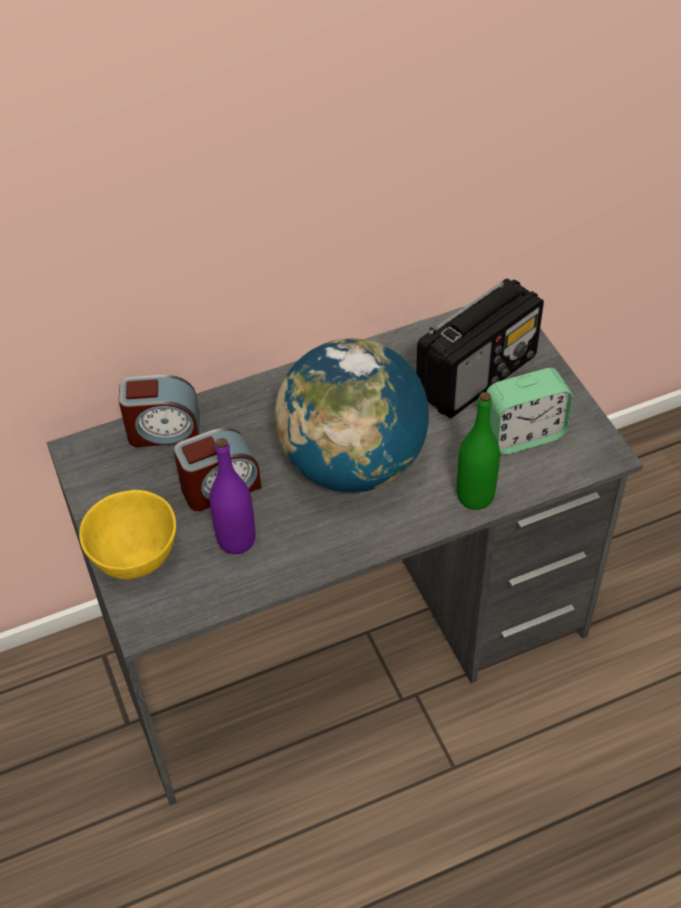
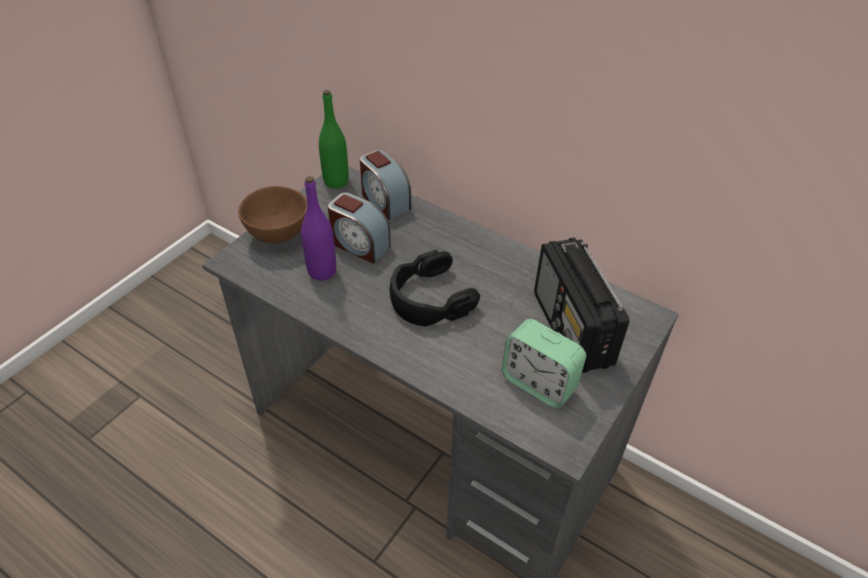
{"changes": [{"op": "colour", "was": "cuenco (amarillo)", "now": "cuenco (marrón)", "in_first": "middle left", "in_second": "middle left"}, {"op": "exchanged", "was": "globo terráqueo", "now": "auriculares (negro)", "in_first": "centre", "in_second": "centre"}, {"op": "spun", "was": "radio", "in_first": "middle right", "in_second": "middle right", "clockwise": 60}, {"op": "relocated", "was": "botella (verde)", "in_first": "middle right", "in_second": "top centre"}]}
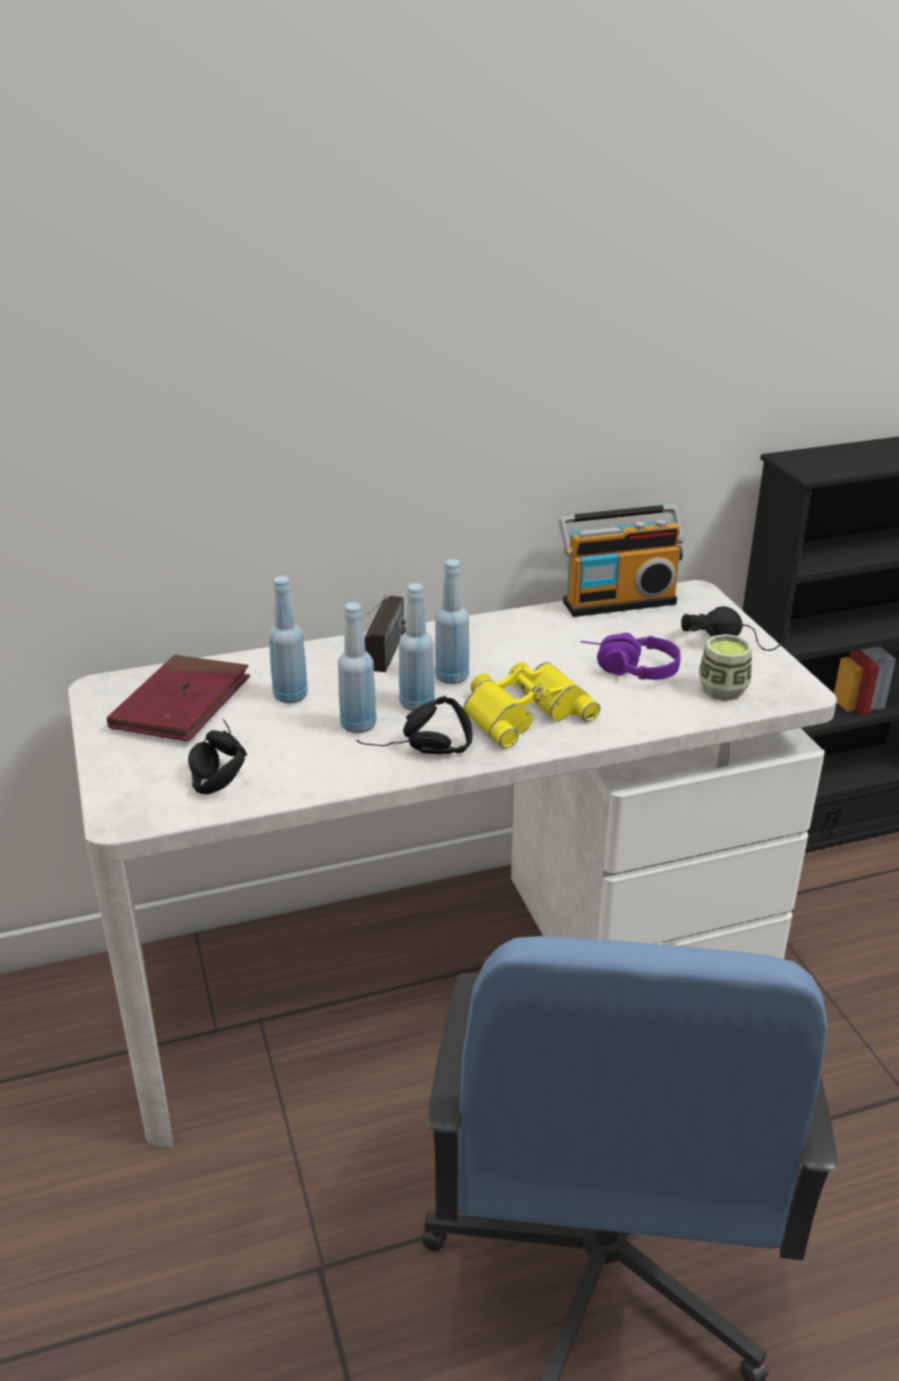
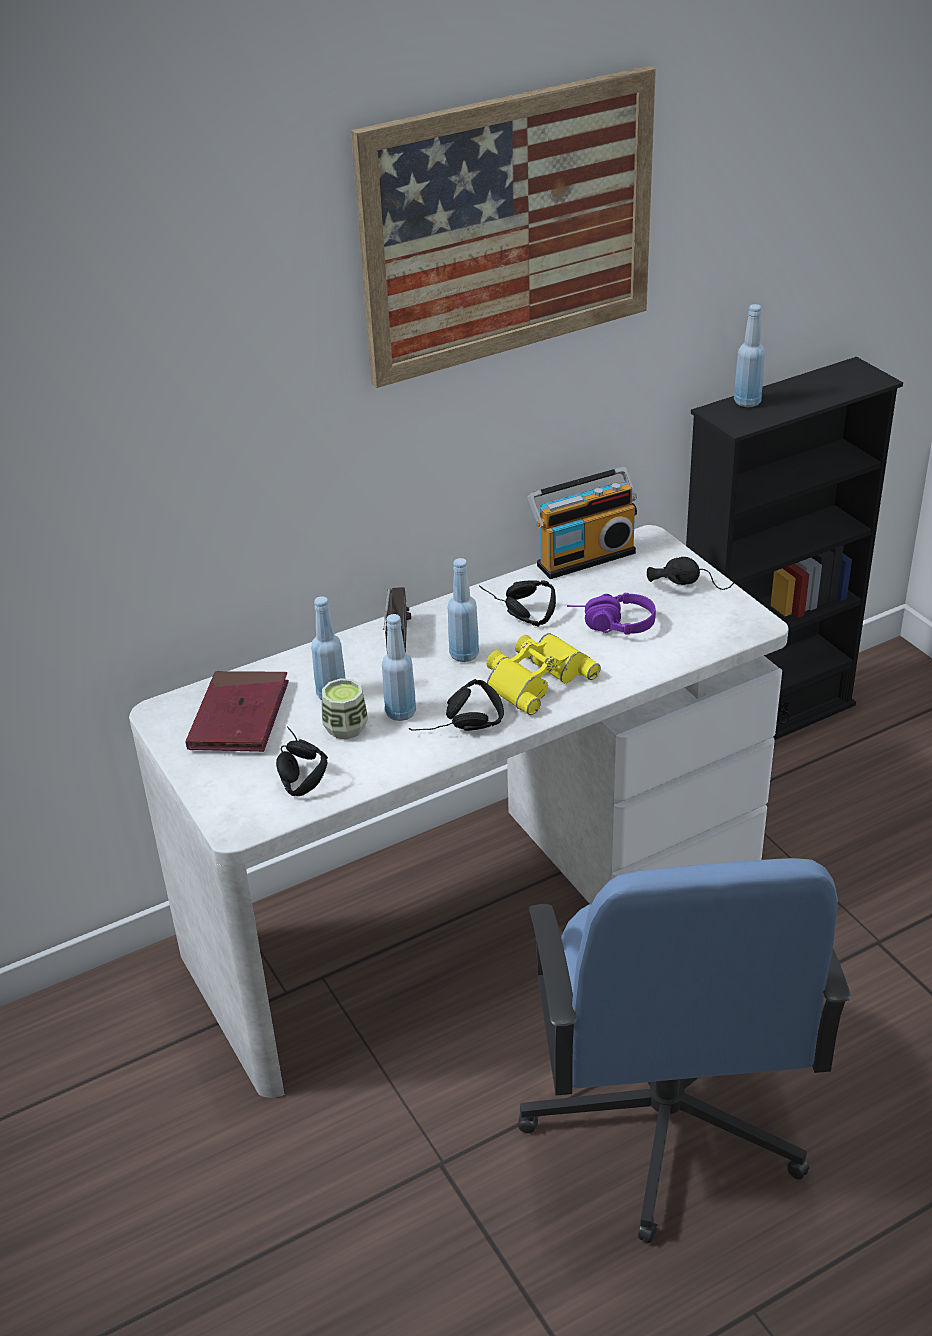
{"changes": [{"op": "relocated", "was": "botella (azul) (no. 3 from left in the first image)", "now": "botella (azul) (no. 4 from left)", "in_first": "centre", "in_second": "top right"}, {"op": "relocated", "was": "taza", "in_first": "middle right", "in_second": "centre"}, {"op": "appeared", "now": "cuadro", "in_second": "top centre"}, {"op": "appeared", "now": "auriculares (negro) (no. 3 from left)", "in_second": "centre"}]}
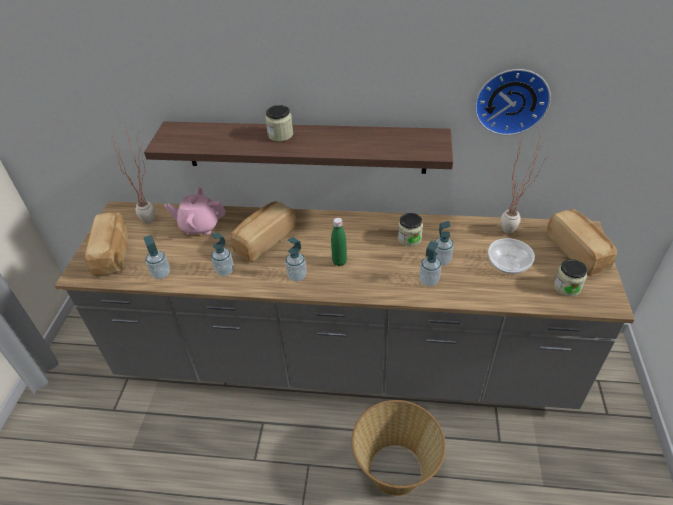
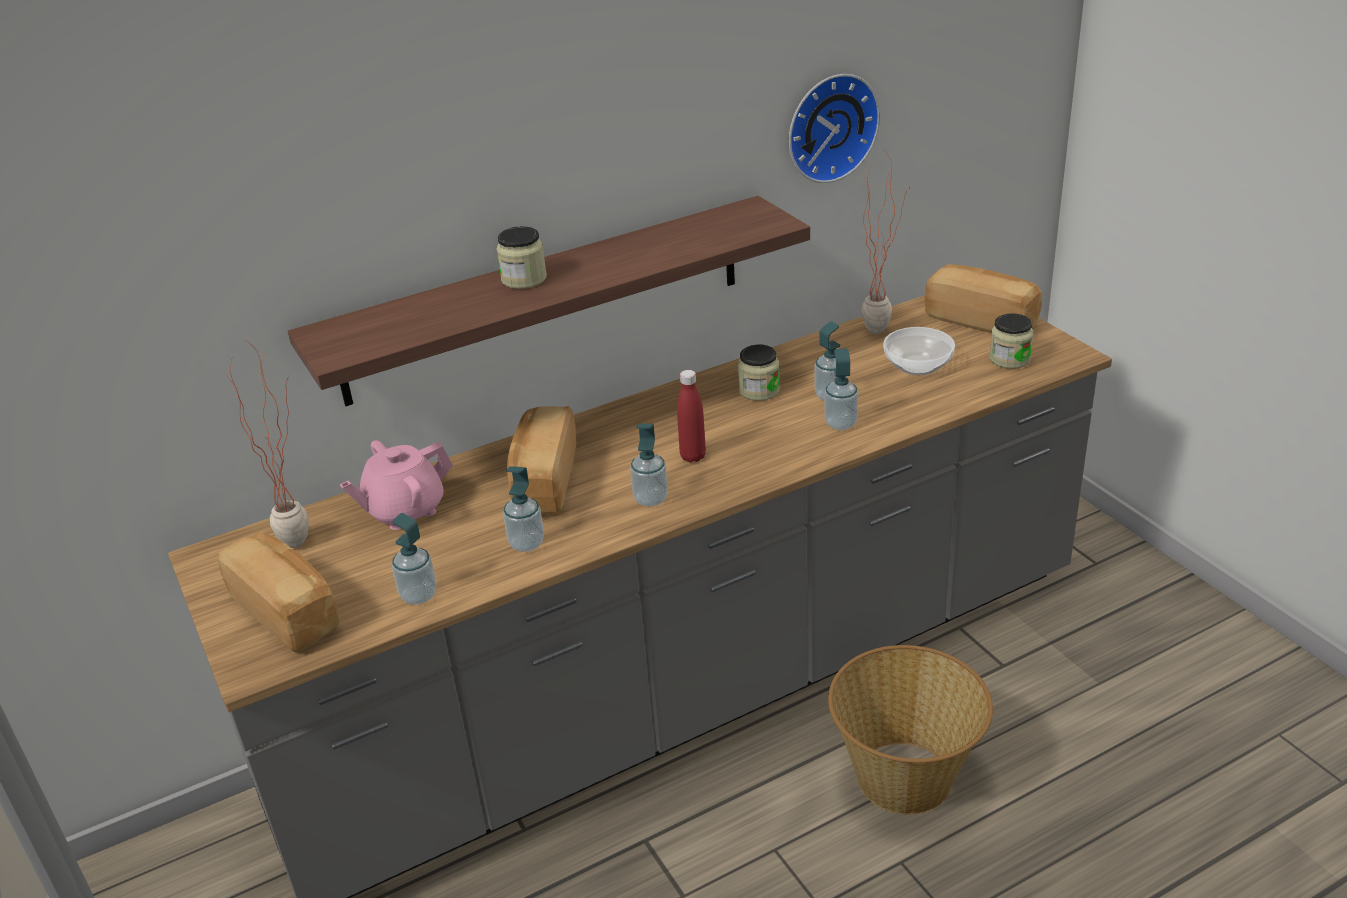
{"changes": [{"op": "colour", "was": "botella (verde)", "now": "botella (rojo)", "in_first": "centre", "in_second": "centre"}]}
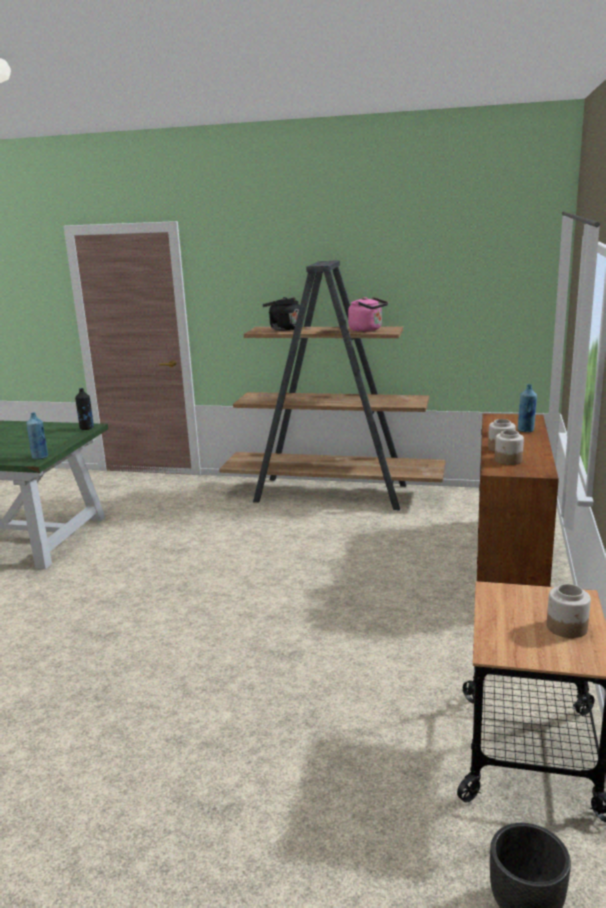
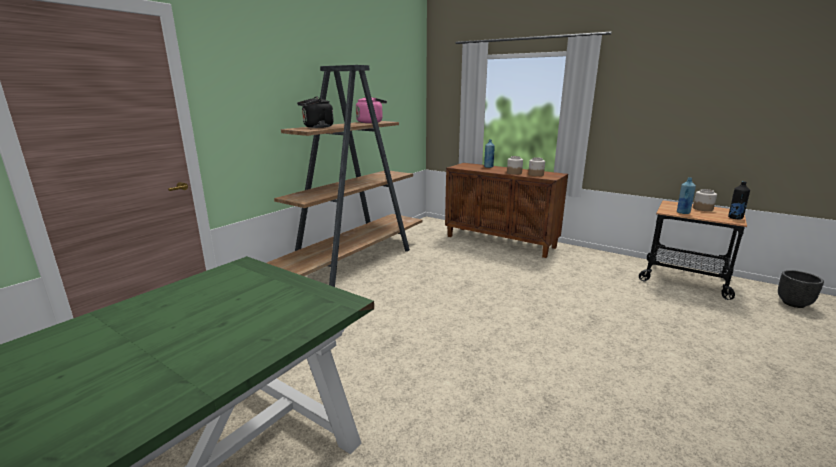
{"changes": [{"op": "relocated", "was": "botella (azul) (no. 1 from left in the first image)", "now": "botella (azul) (no. 2 from left)", "in_first": "middle left", "in_second": "middle right"}, {"op": "relocated", "was": "botella (negro)", "in_first": "middle left", "in_second": "middle right"}]}
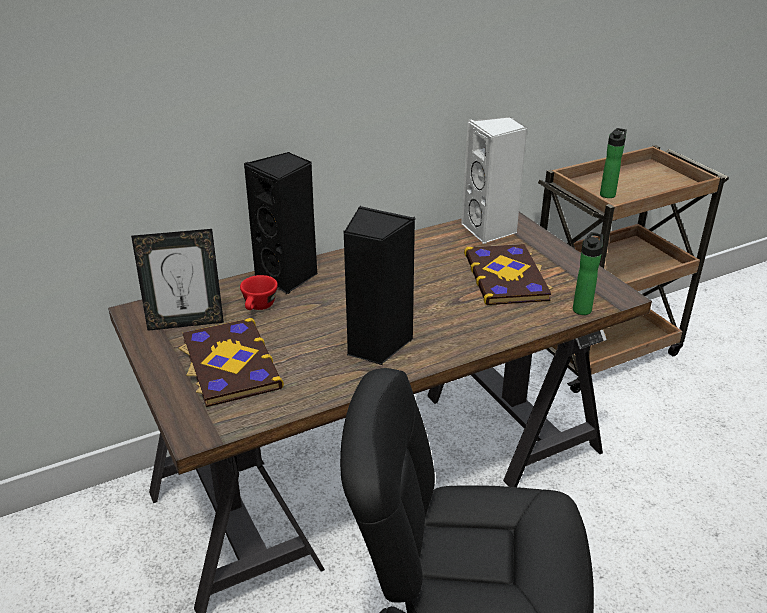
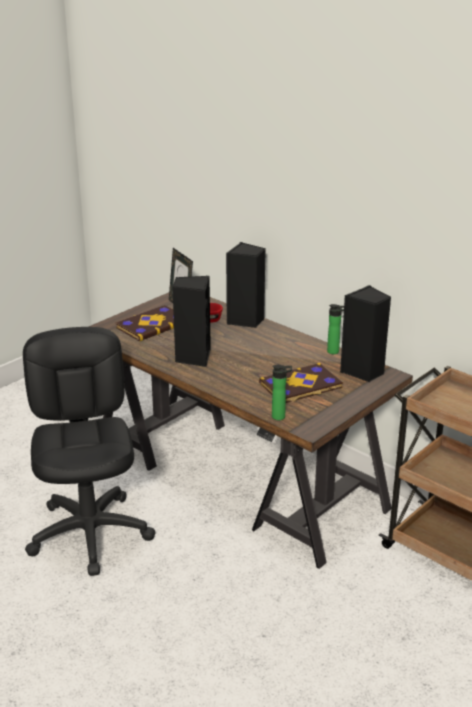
{"changes": [{"op": "colour", "was": "altavoz (blanco)", "now": "altavoz (negro) (no. 3 from left)", "in_first": "top centre", "in_second": "middle right"}, {"op": "relocated", "was": "botella (no. 2 from left)", "in_first": "top right", "in_second": "middle right"}]}
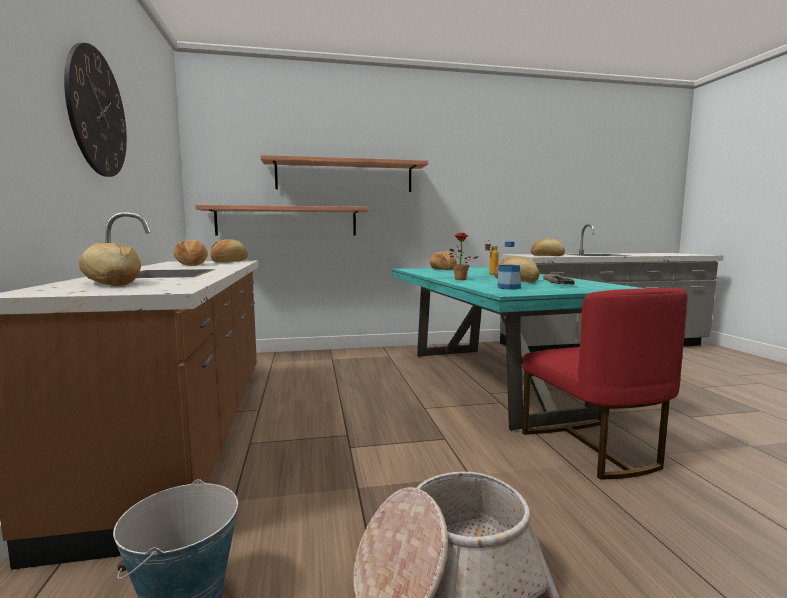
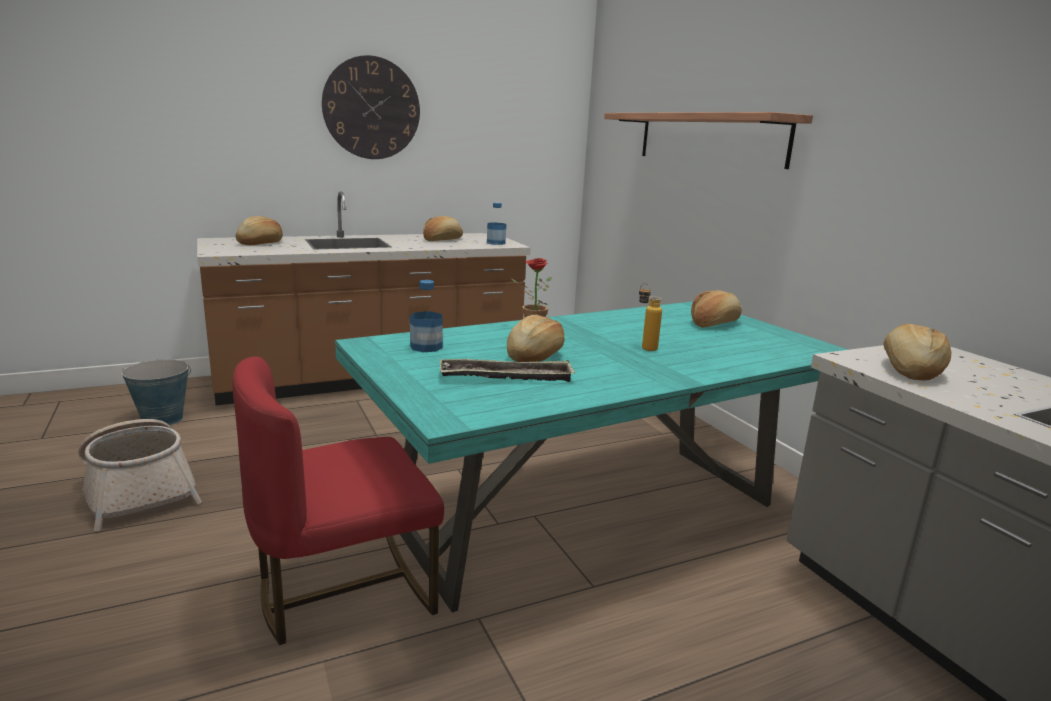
{"changes": [{"op": "missing", "was": "estante (no. 1 from left)", "in_first": "centre"}, {"op": "exchanged", "was": "pan (no. 3 from left)", "now": "botella (no. 2 from left)", "in_first": "middle left", "in_second": "top centre"}]}
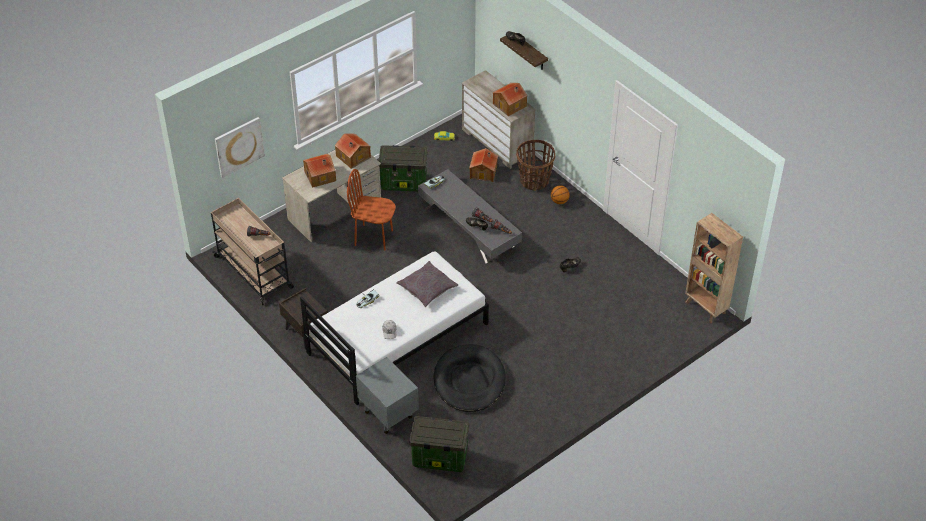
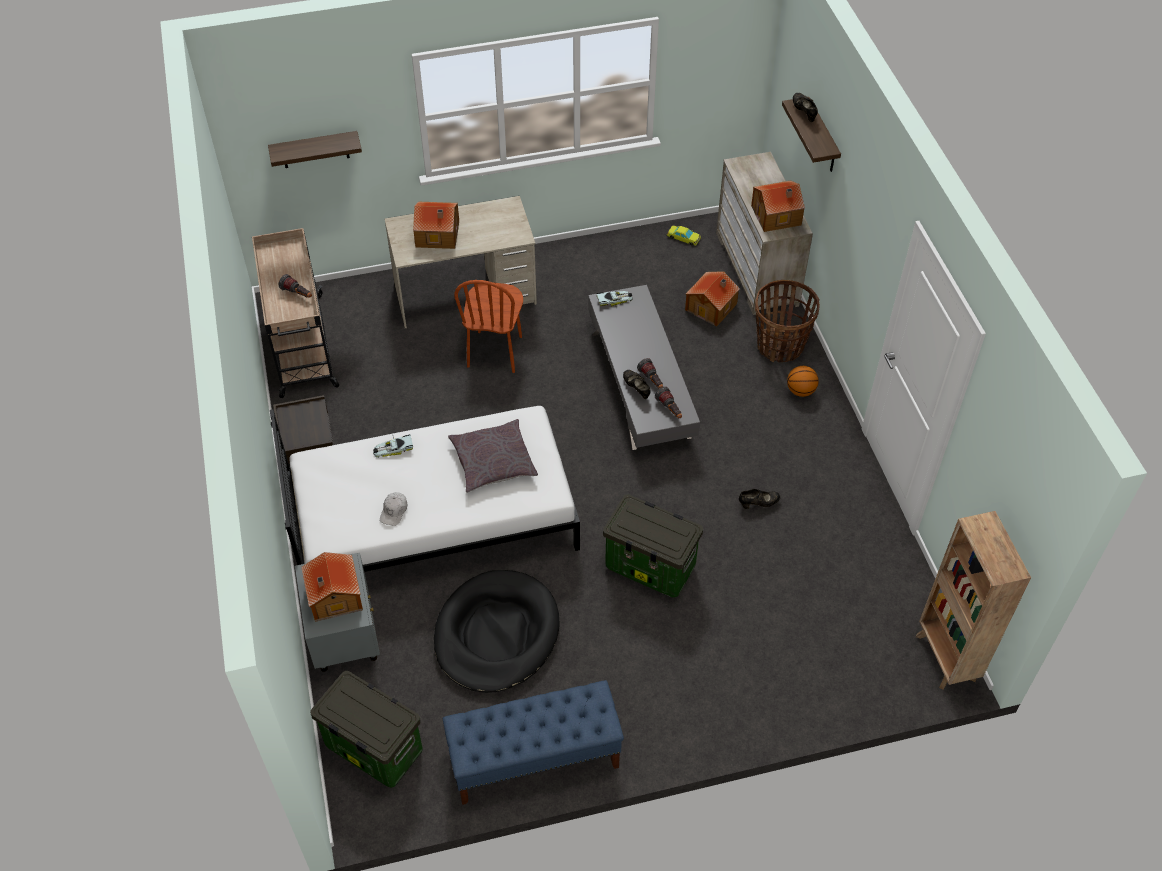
{"changes": [{"op": "exchanged", "was": "cuadro", "now": "estante (no. 1 from left)", "in_first": "top left", "in_second": "top left"}, {"op": "relocated", "was": "casita (no. 2 from left in the first image)", "now": "casita (no. 1 from left)", "in_first": "top centre", "in_second": "bottom left"}, {"op": "spun", "was": "silla (marrón)", "in_first": "centre", "in_second": "centre", "clockwise": -120}, {"op": "relocated", "was": "caja de almacenaje (no. 1 from left in the first image)", "now": "caja de almacenaje (no. 2 from left)", "in_first": "top centre", "in_second": "centre"}, {"op": "appeared", "now": "banco (azul)", "in_second": "bottom centre"}]}
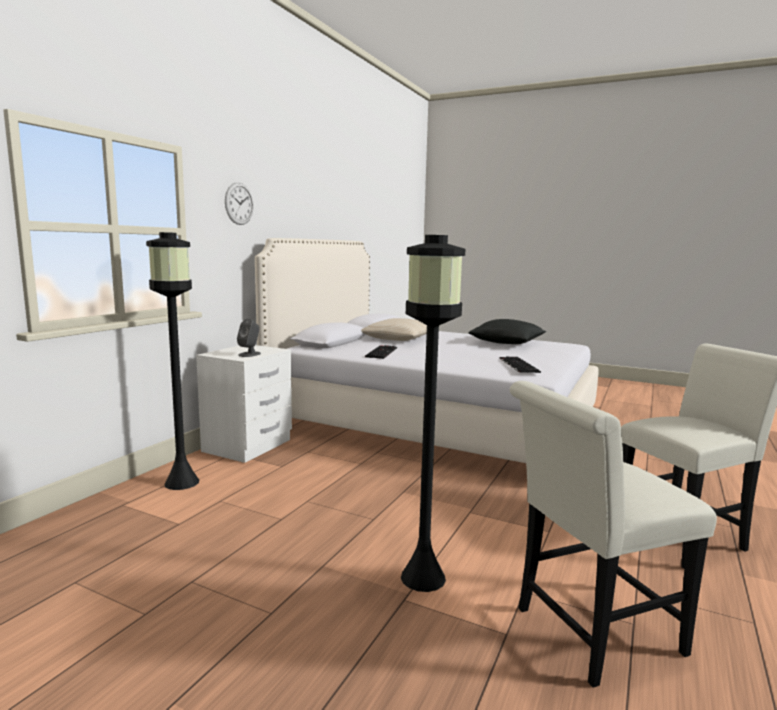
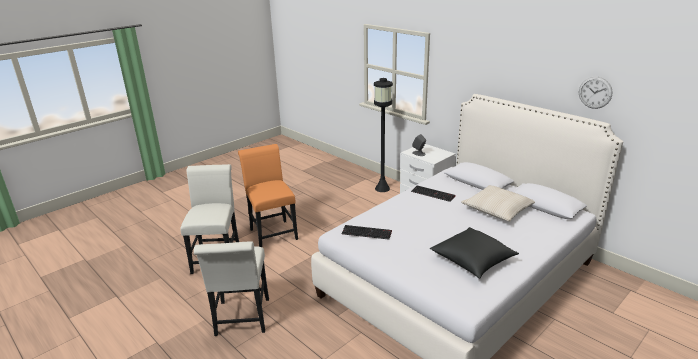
{"changes": [{"op": "relocated", "was": "reloj de pared", "in_first": "top left", "in_second": "top right"}, {"op": "exchanged", "was": "lámpara de pie (negro) (no. 2 from left)", "now": "silla (naranja)", "in_first": "centre", "in_second": "centre"}]}
